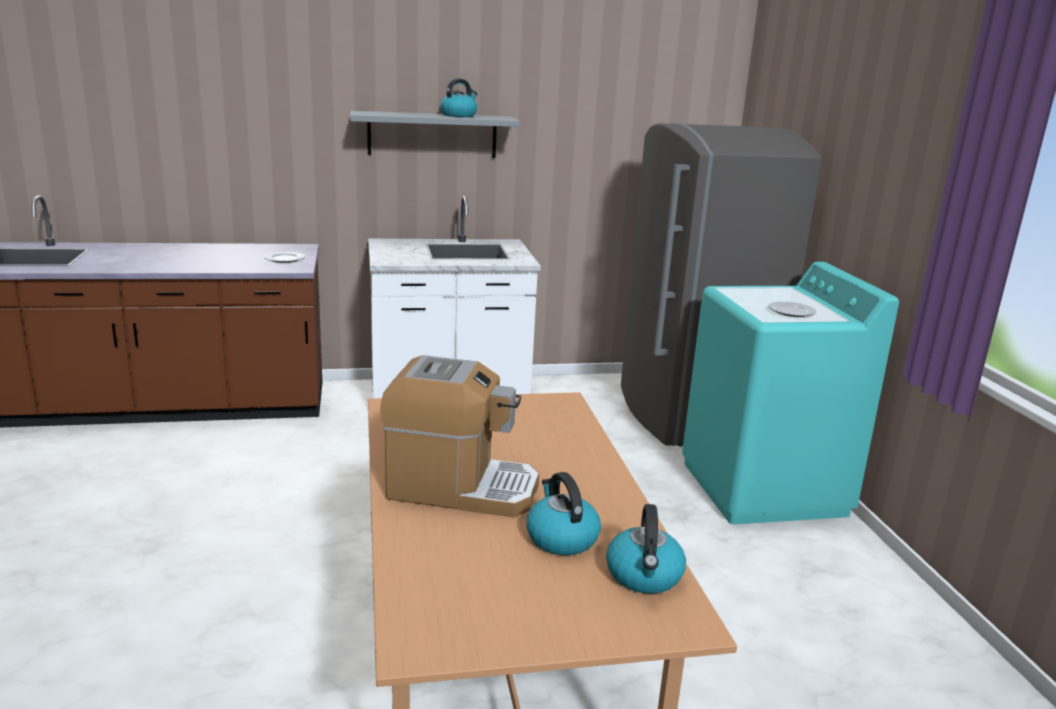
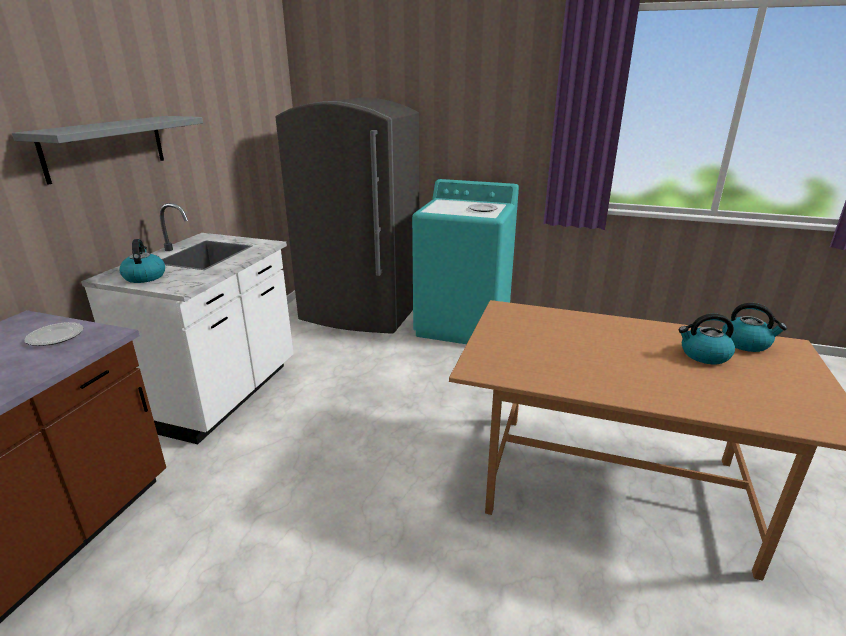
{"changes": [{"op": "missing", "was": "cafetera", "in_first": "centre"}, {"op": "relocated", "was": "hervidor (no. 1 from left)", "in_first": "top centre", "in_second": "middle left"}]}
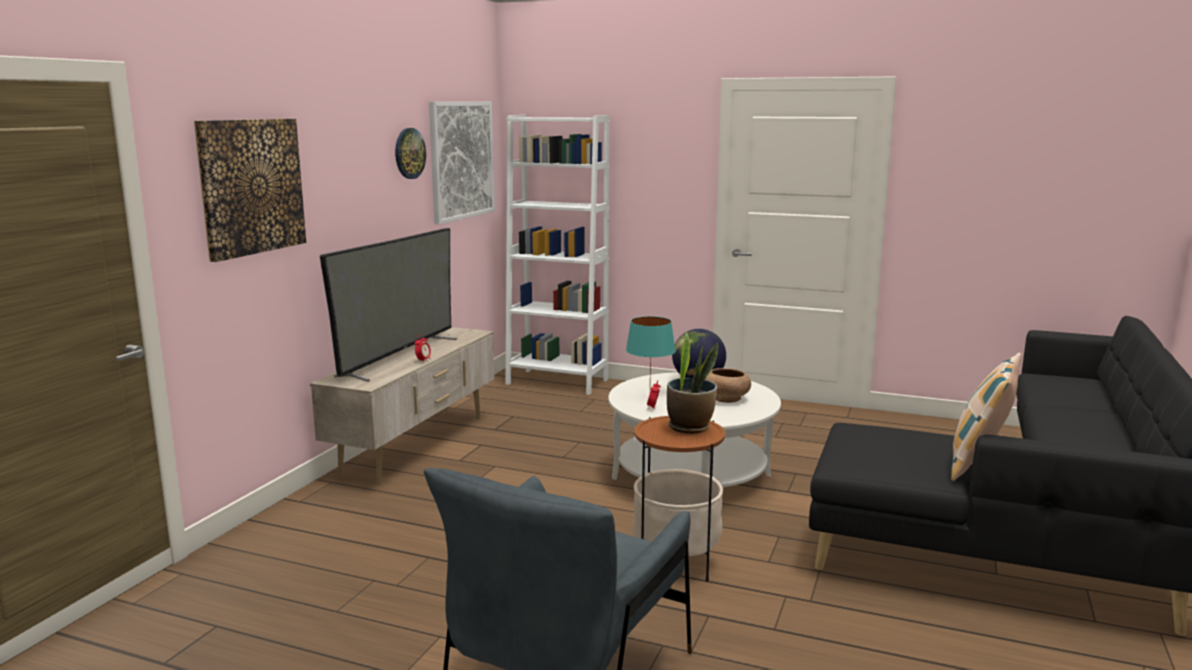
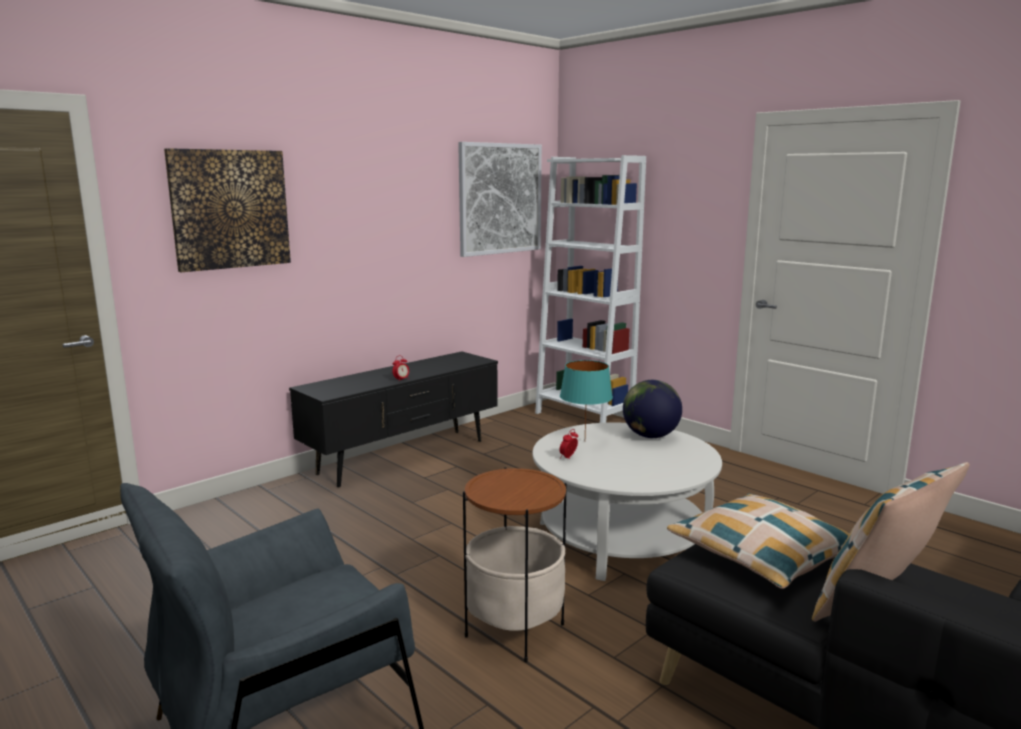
{"changes": [{"op": "colour", "was": "mueble de televisión (beis)", "now": "mueble de televisión (negro)", "in_first": "centre", "in_second": "centre"}, {"op": "missing", "was": "televisor", "in_first": "middle left"}, {"op": "missing", "was": "reloj de pared", "in_first": "top centre"}, {"op": "missing", "was": "planta en maceta", "in_first": "centre"}, {"op": "missing", "was": "cuenco (marrón)", "in_first": "centre"}, {"op": "appeared", "now": "cojín (no. 1 from left)", "in_second": "bottom right"}]}
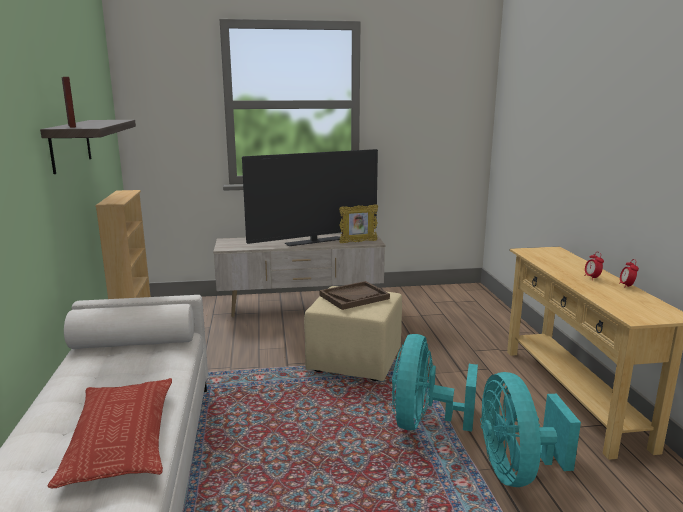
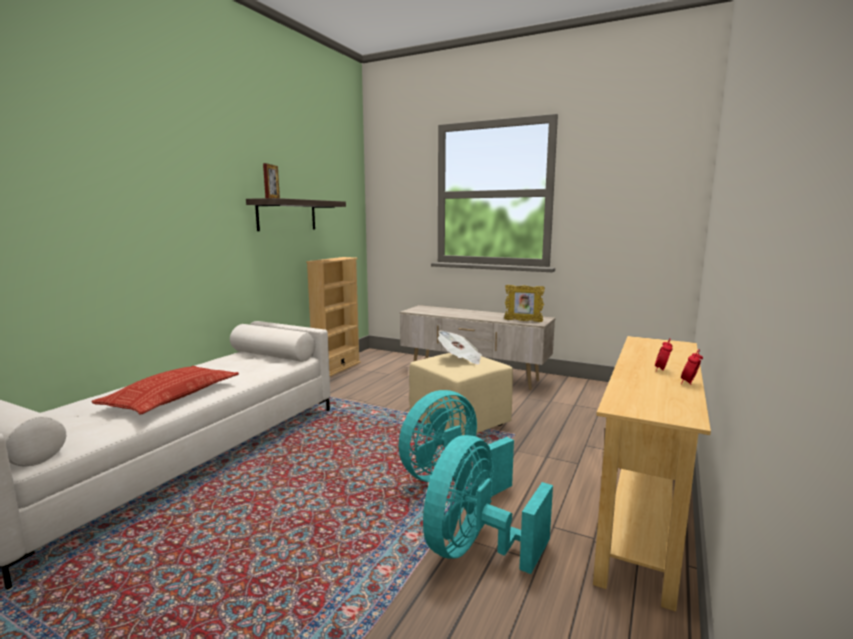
{"changes": [{"op": "missing", "was": "televisor", "in_first": "centre"}, {"op": "exchanged", "was": "bandeja (marrón)", "now": "periódico", "in_first": "centre", "in_second": "centre"}]}
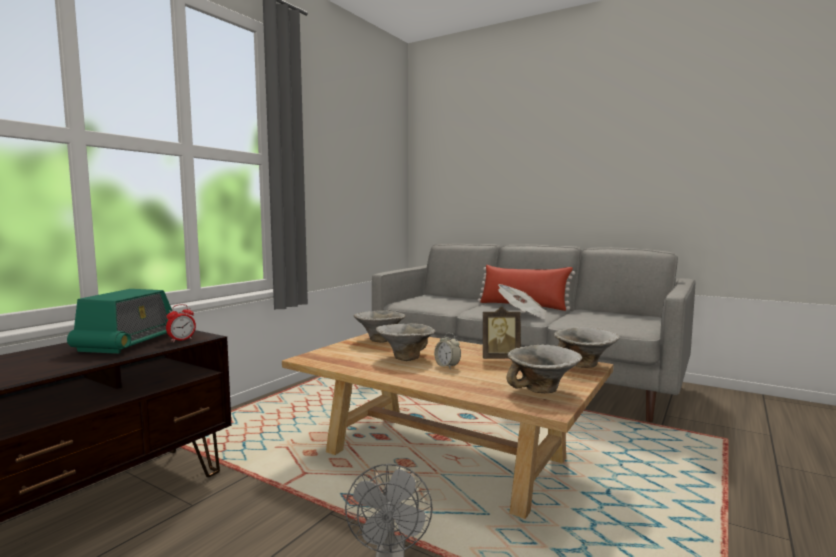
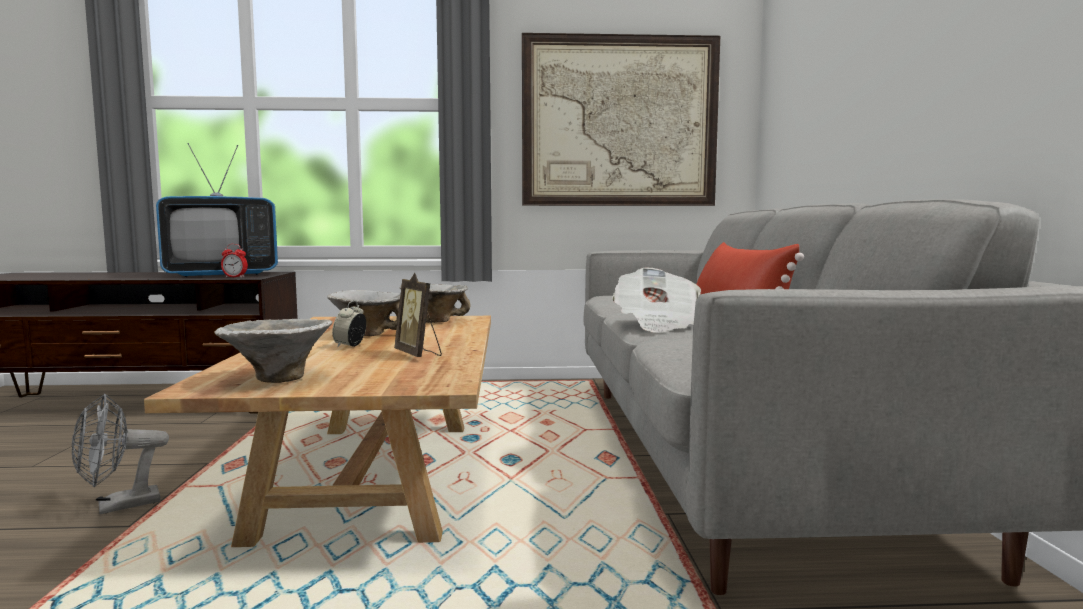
{"changes": [{"op": "exchanged", "was": "radio", "now": "televisor", "in_first": "middle left", "in_second": "middle left"}, {"op": "missing", "was": "cuenco (no. 4 from left)", "in_first": "middle right"}, {"op": "appeared", "now": "cuadro", "in_second": "top centre"}]}
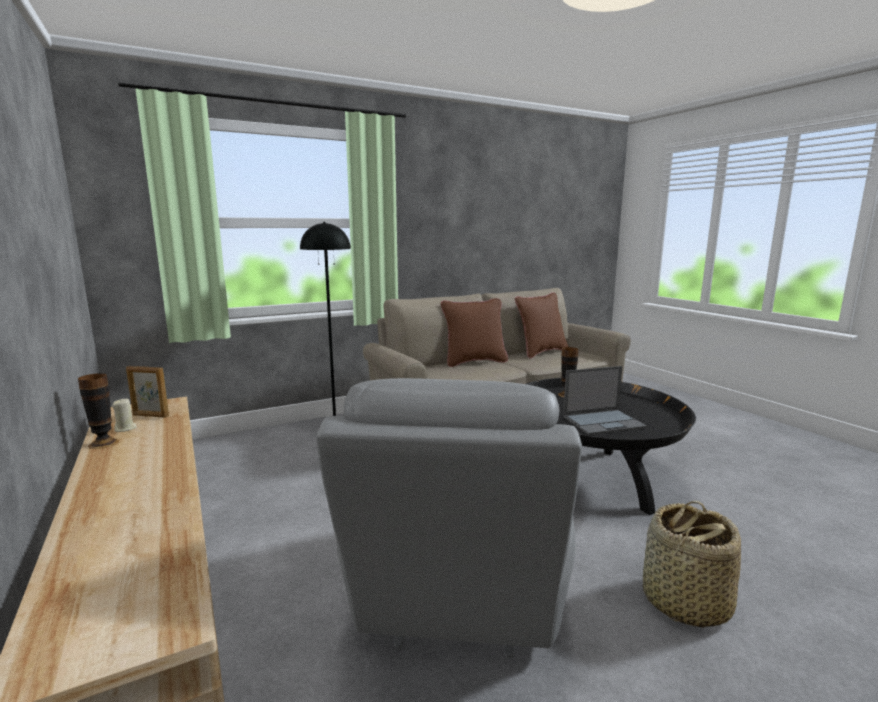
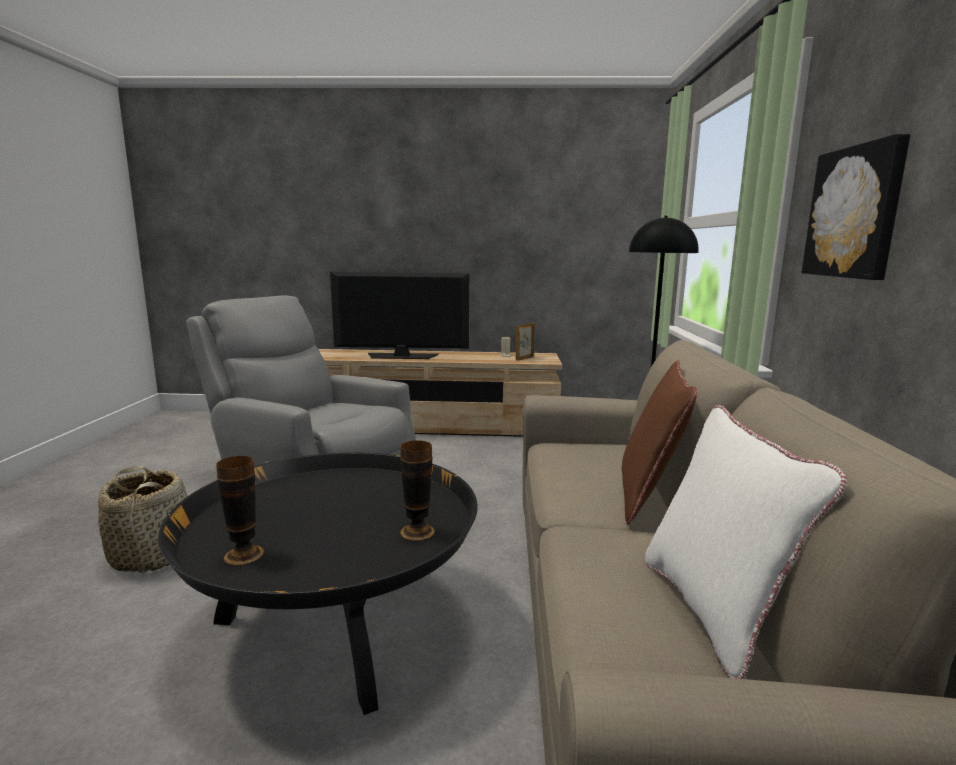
{"changes": [{"op": "relocated", "was": "florero (no. 1 from left)", "in_first": "middle left", "in_second": "bottom left"}, {"op": "colour", "was": "cojín (marrón) (no. 2 from left)", "now": "cojín (blanco)", "in_first": "centre", "in_second": "bottom right"}, {"op": "missing", "was": "portátil", "in_first": "middle right"}, {"op": "appeared", "now": "televisor", "in_second": "centre"}, {"op": "appeared", "now": "cuadro", "in_second": "top right"}]}
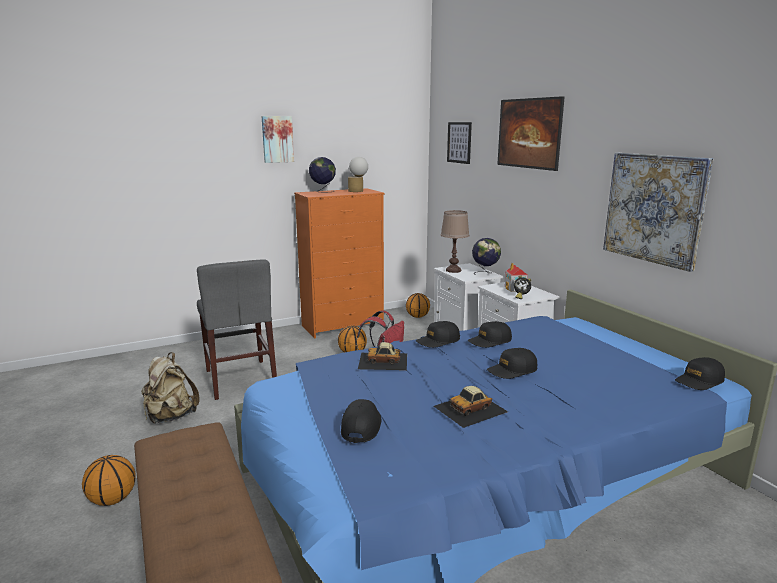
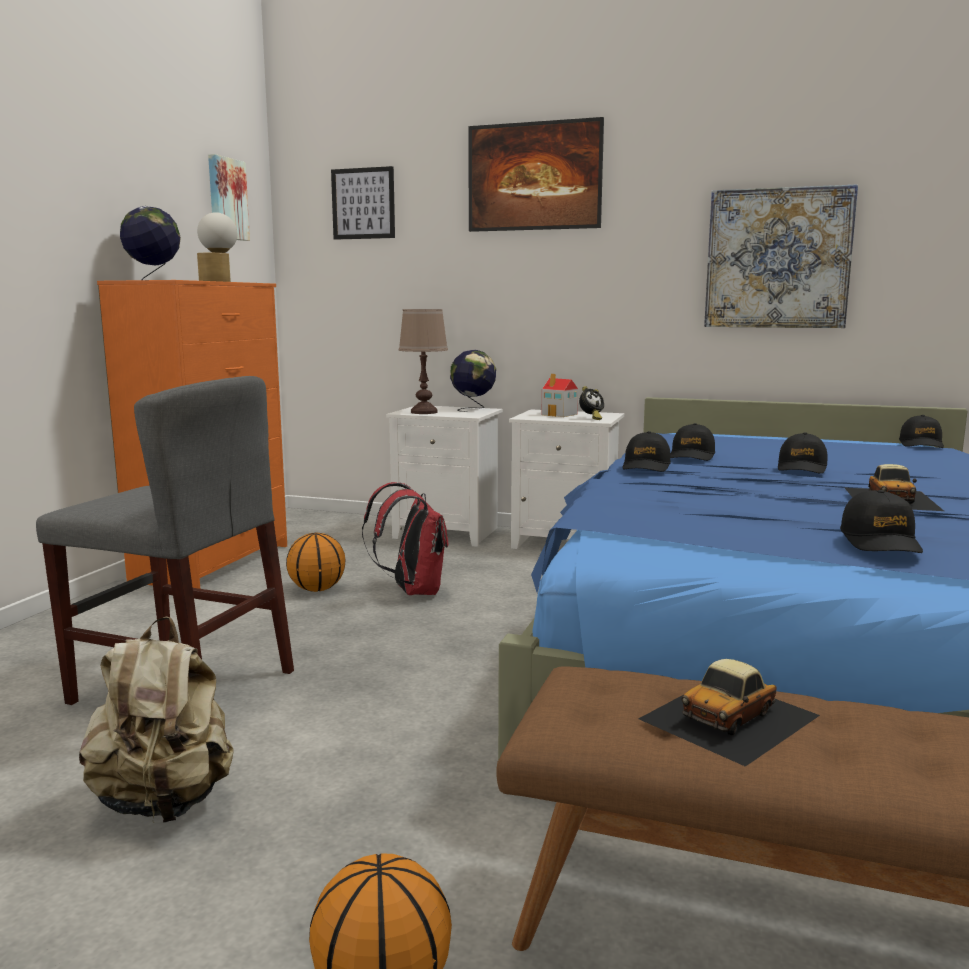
{"changes": [{"op": "relocated", "was": "cuadro (no. 1 from left)", "in_first": "top centre", "in_second": "top left"}, {"op": "spun", "was": "gorra (negro) (no. 1 from left in the first image)", "in_first": "bottom centre", "in_second": "middle right", "clockwise": -135}, {"op": "relocated", "was": "coche de juguete (no. 1 from left)", "in_first": "centre", "in_second": "bottom right"}, {"op": "missing", "was": "balón de baloncesto (no. 3 from left)", "in_first": "centre"}]}
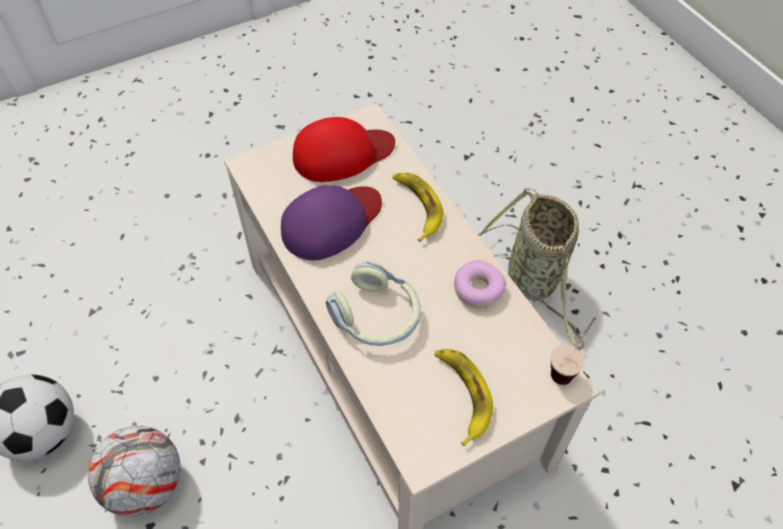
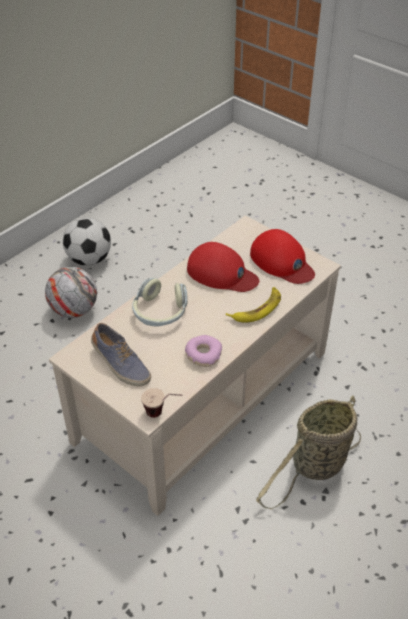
{"changes": [{"op": "colour", "was": "gorra (morado)", "now": "gorra (rojo) (no. 1 from left)", "in_first": "centre", "in_second": "centre"}, {"op": "exchanged", "was": "plátano (no. 2 from left)", "now": "zapato", "in_first": "bottom centre", "in_second": "middle left"}]}
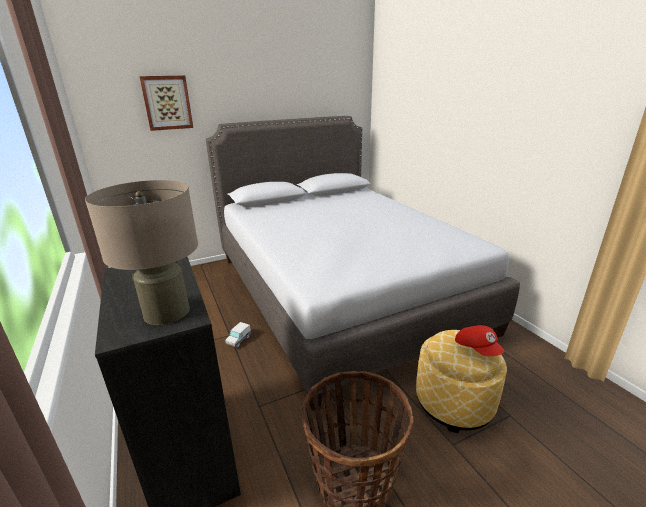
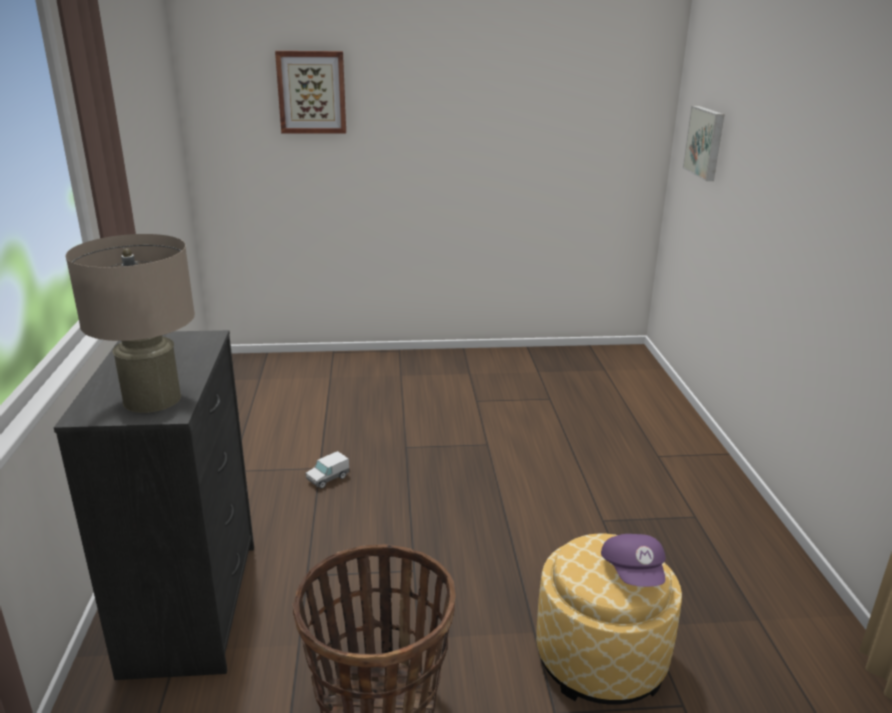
{"changes": [{"op": "missing", "was": "cama (gris)", "in_first": "centre"}, {"op": "colour", "was": "gorra (rojo)", "now": "gorra (morado)", "in_first": "bottom right", "in_second": "bottom right"}, {"op": "appeared", "now": "cuadro (no. 2 from left)", "in_second": "top right"}]}
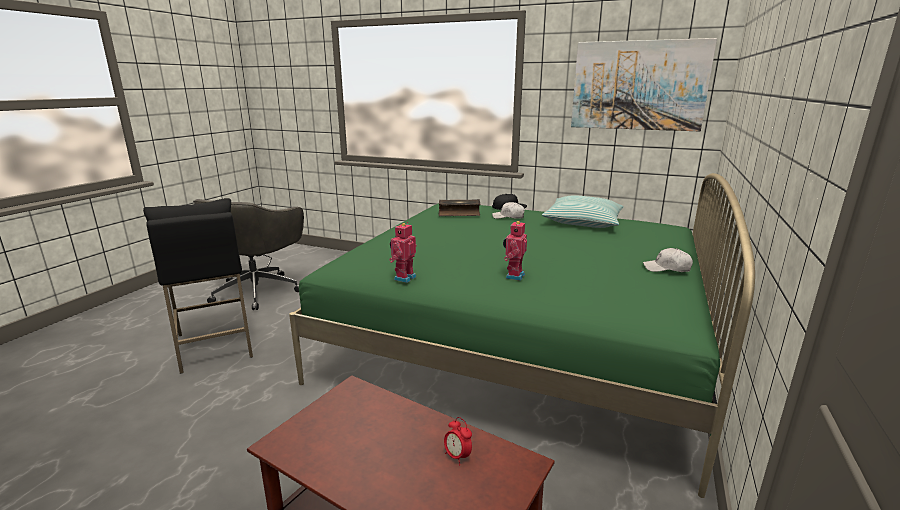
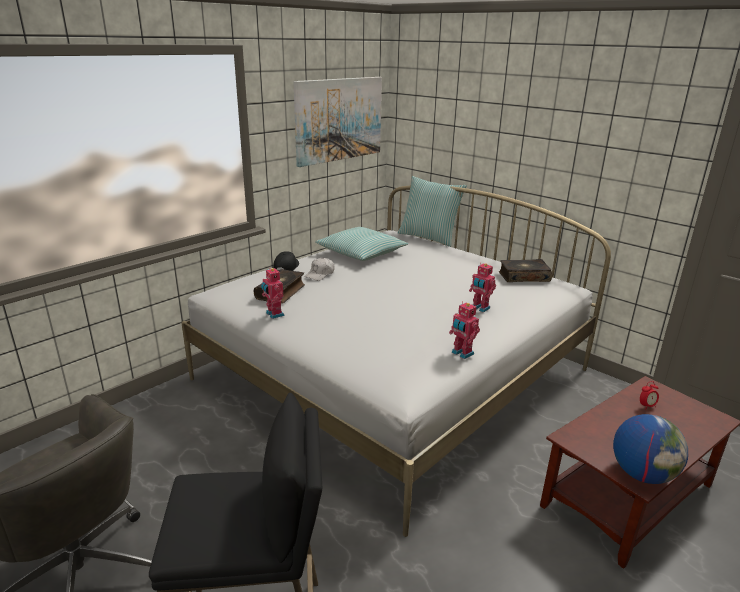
{"changes": [{"op": "colour", "was": "cama (verde)", "now": "cama (blanco)", "in_first": "centre", "in_second": "centre"}, {"op": "missing", "was": "gorra (blanco) (no. 2 from left)", "in_first": "middle right"}, {"op": "appeared", "now": "robot de juguete (no. 1 from left)", "in_second": "centre"}, {"op": "appeared", "now": "cojín (no. 2 from left)", "in_second": "centre"}, {"op": "appeared", "now": "libro (no. 2 from left)", "in_second": "middle right"}, {"op": "appeared", "now": "globo terráqueo", "in_second": "bottom right"}]}
